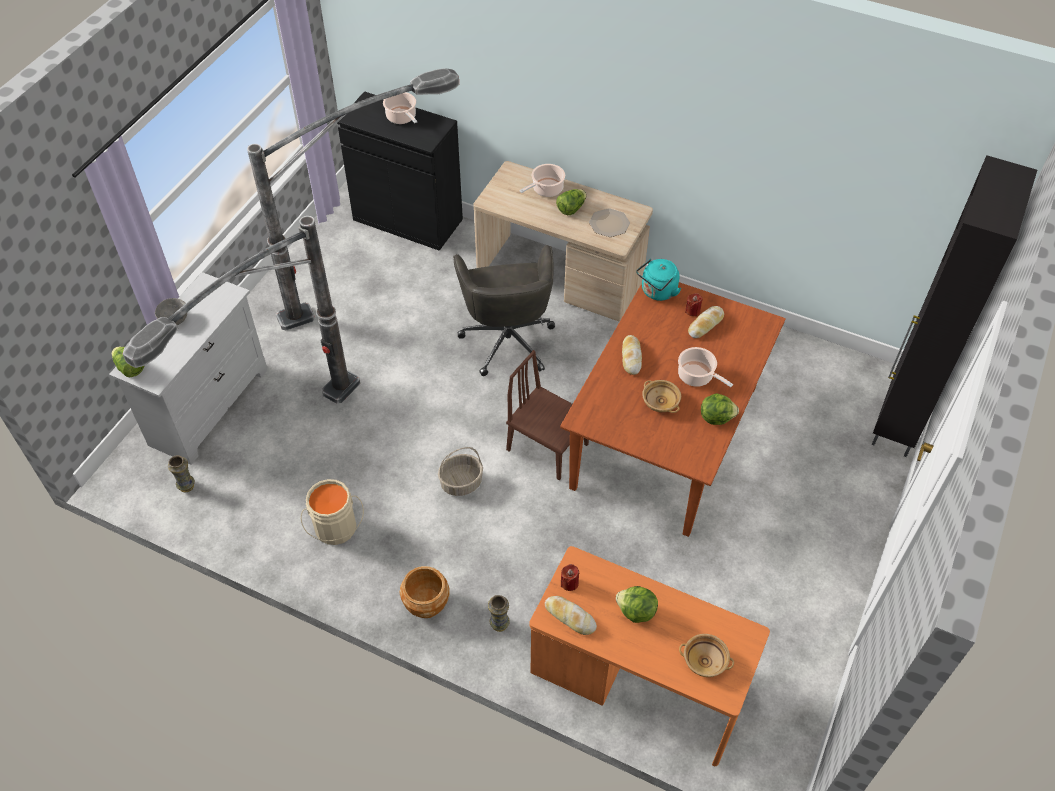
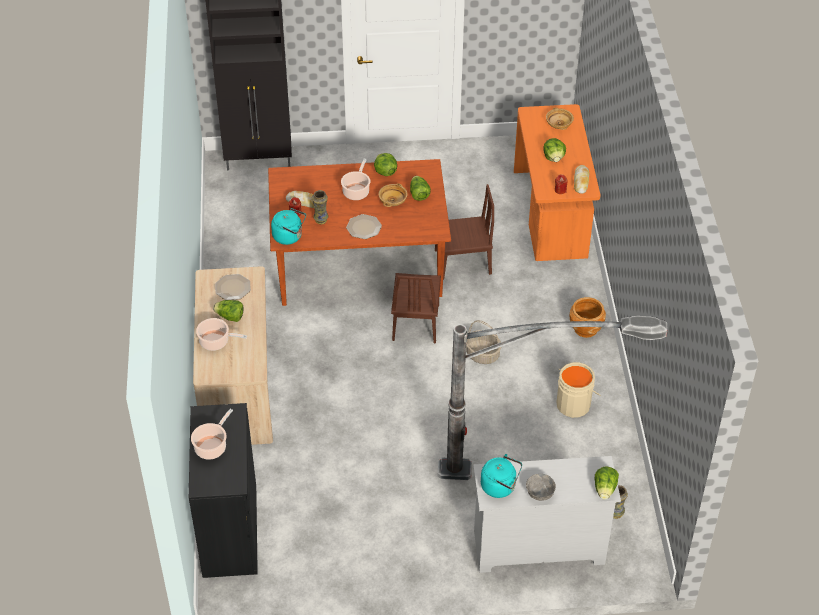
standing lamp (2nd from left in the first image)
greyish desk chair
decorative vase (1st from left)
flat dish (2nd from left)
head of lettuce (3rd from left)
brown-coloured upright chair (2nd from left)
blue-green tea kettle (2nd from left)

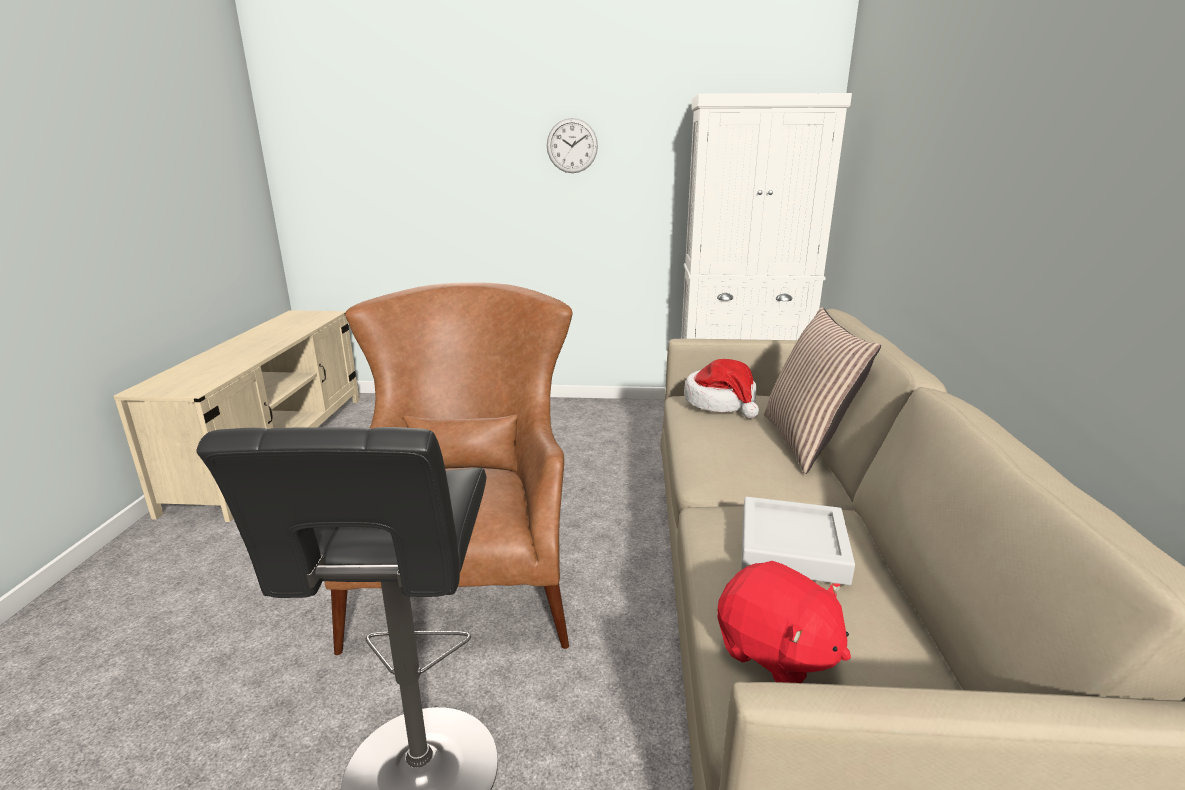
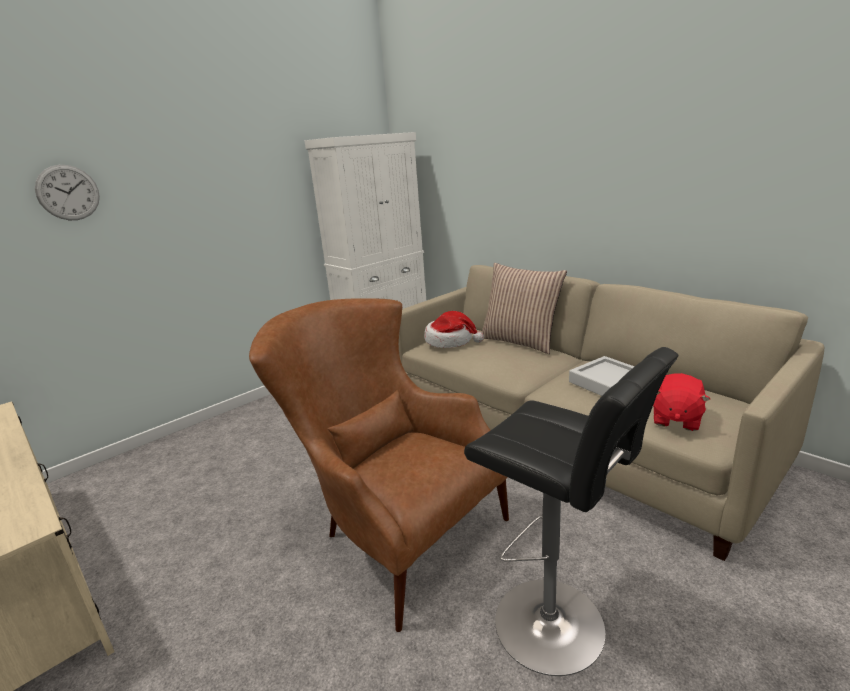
hanging clock
red-coloured plush toy

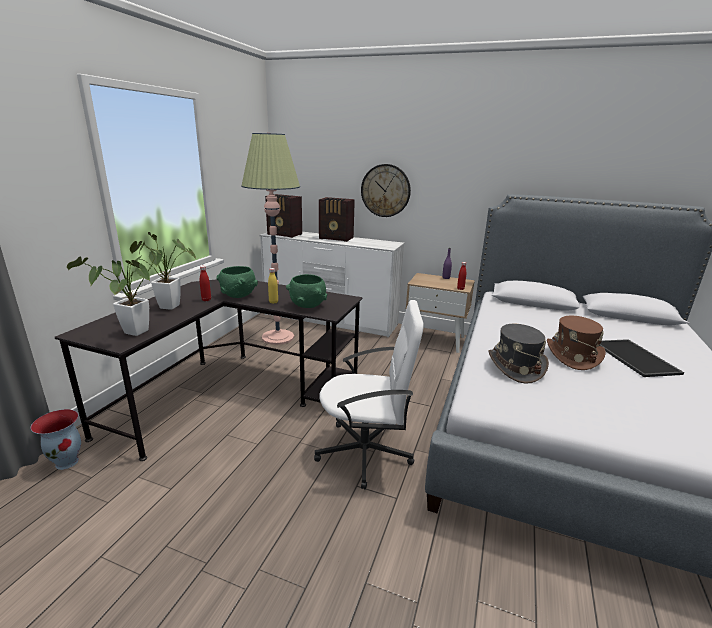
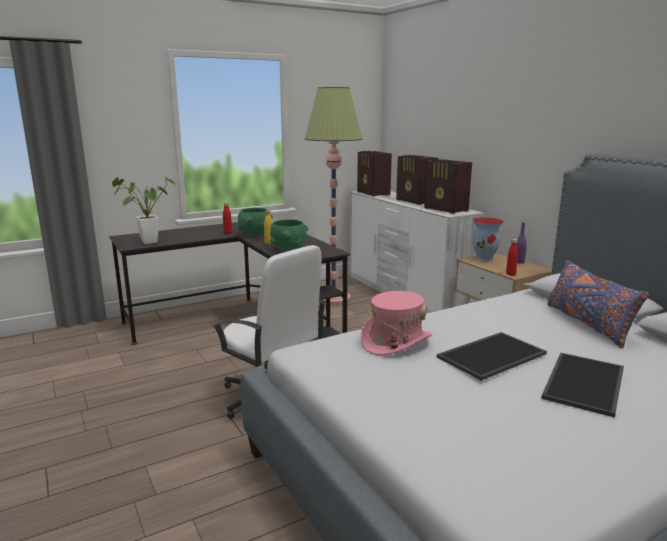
decorative vase
plant in a pot (2nd from left in the first image)
hanging clock
pink hat
serving tray (1st from left)
radio (3rd from left)
bluish throw pillow

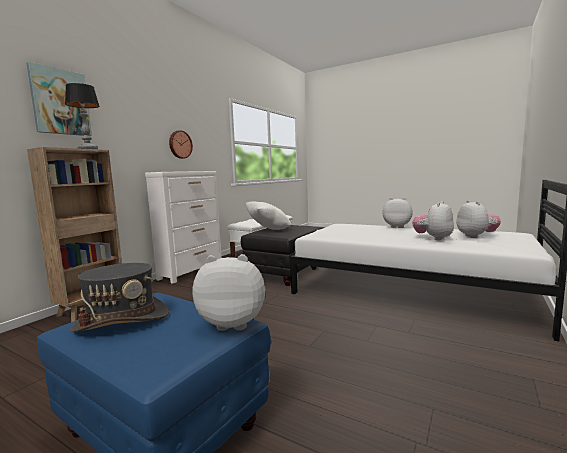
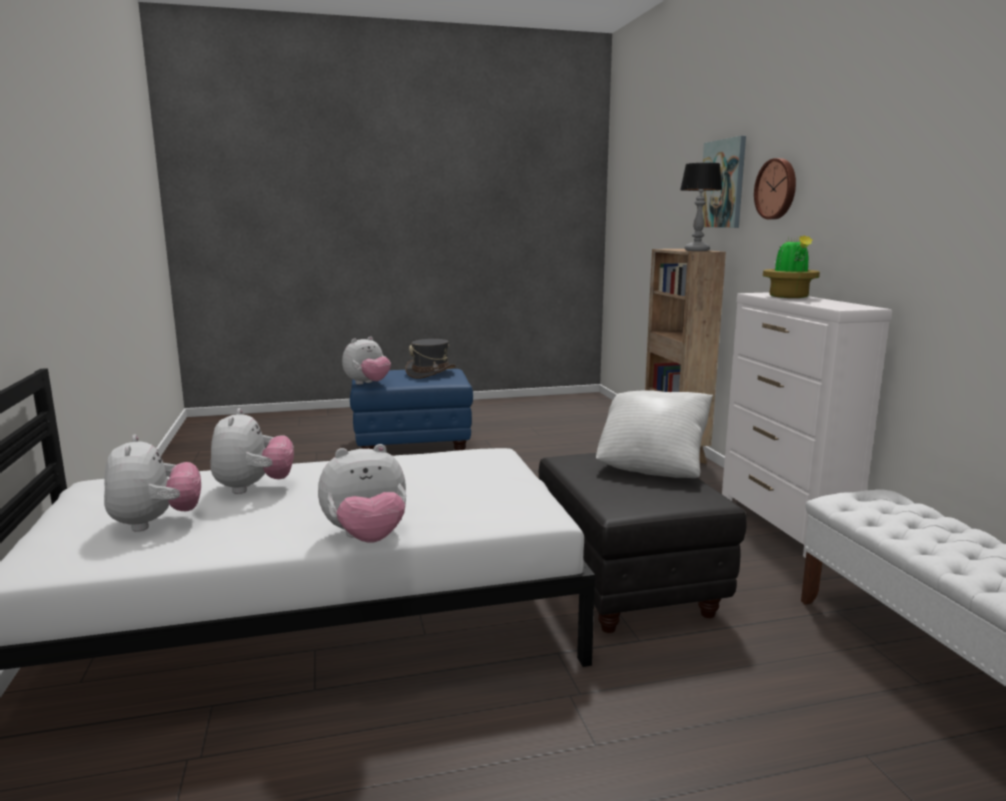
hanging clock
plush toy (1st from left)
plant in a pot

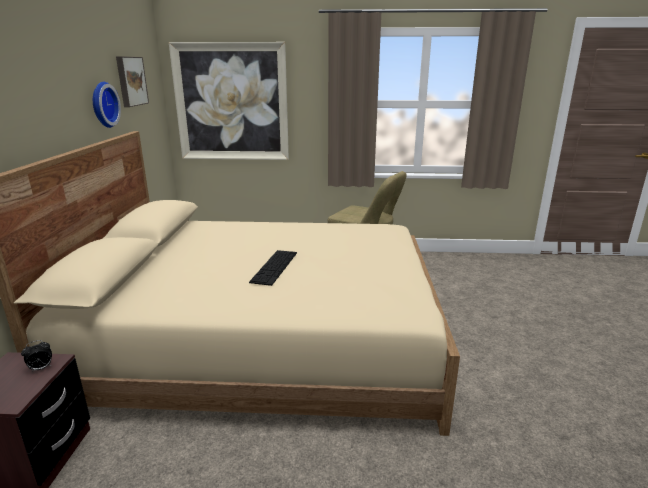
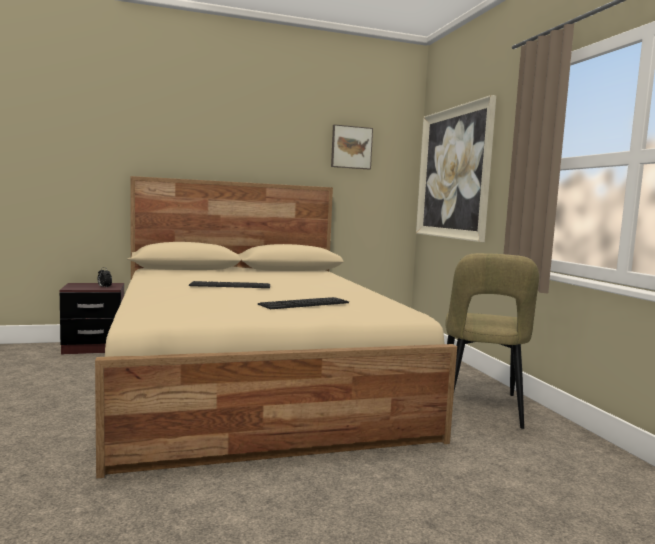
hanging clock
PC keyboard (2nd from left)

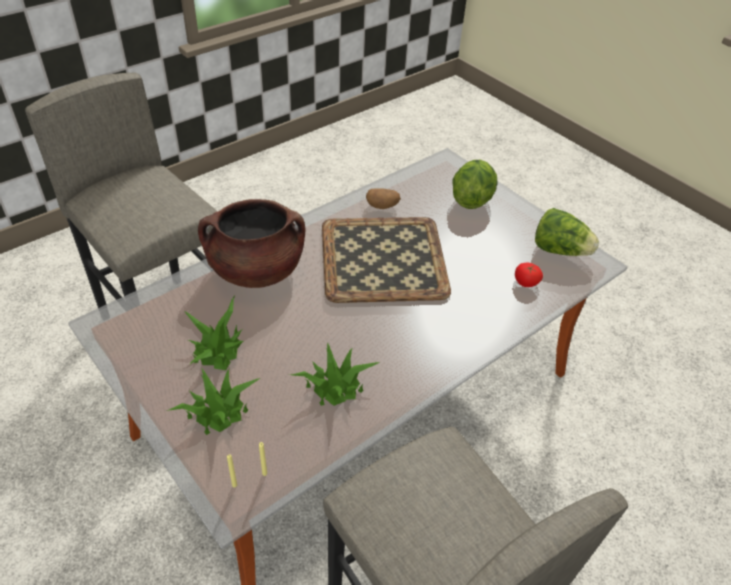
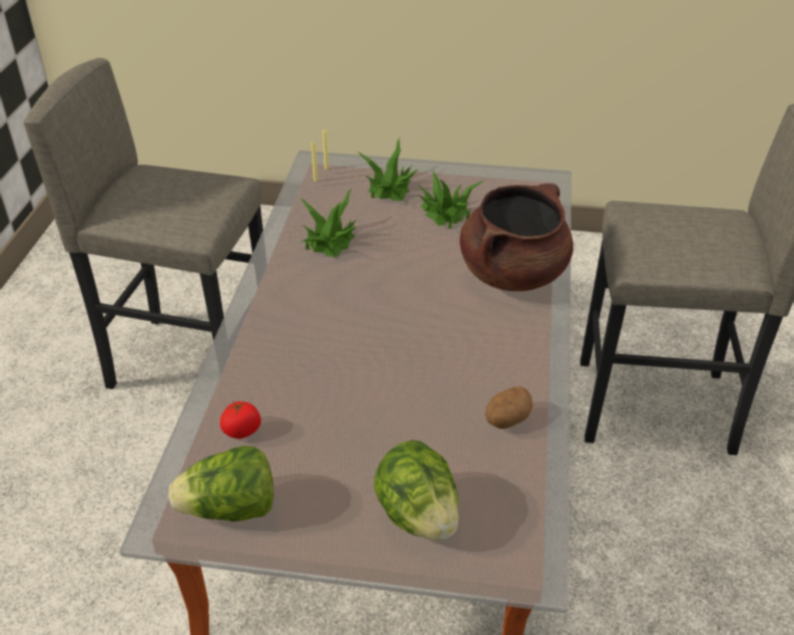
serving tray

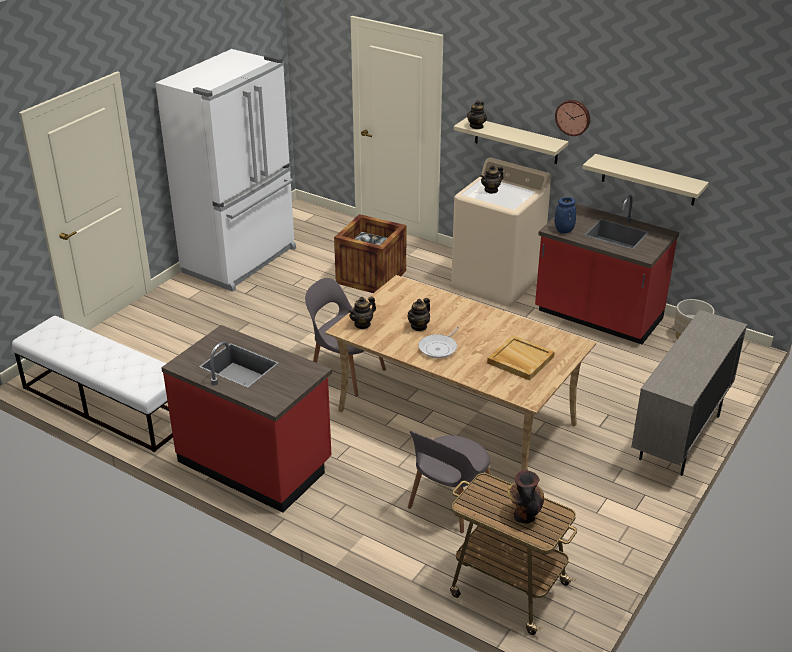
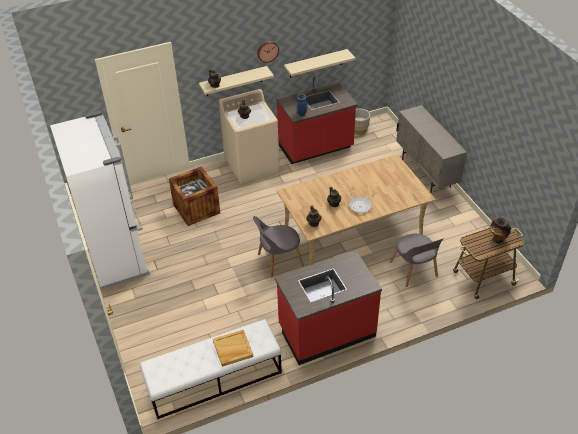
sand-coloured serving tray

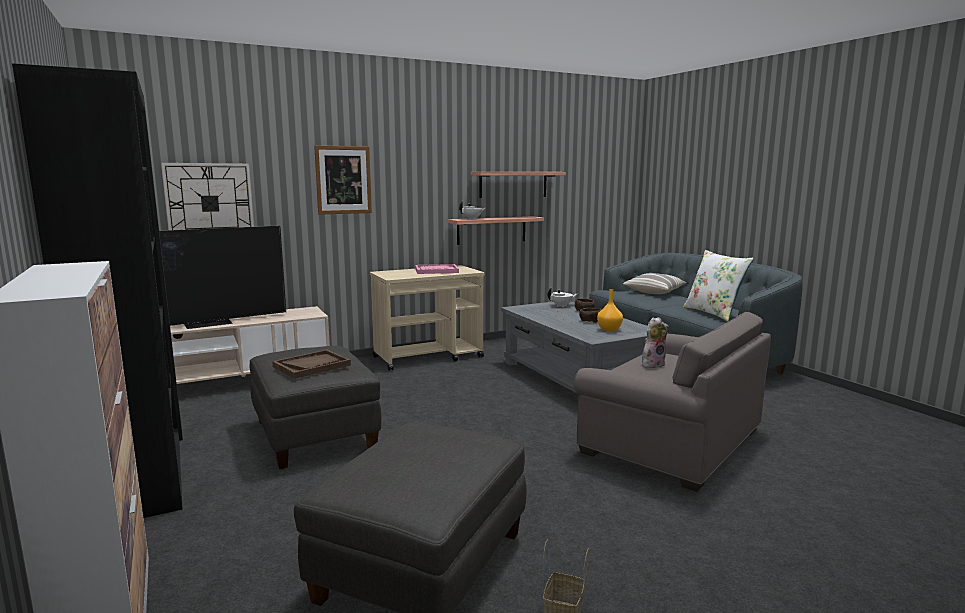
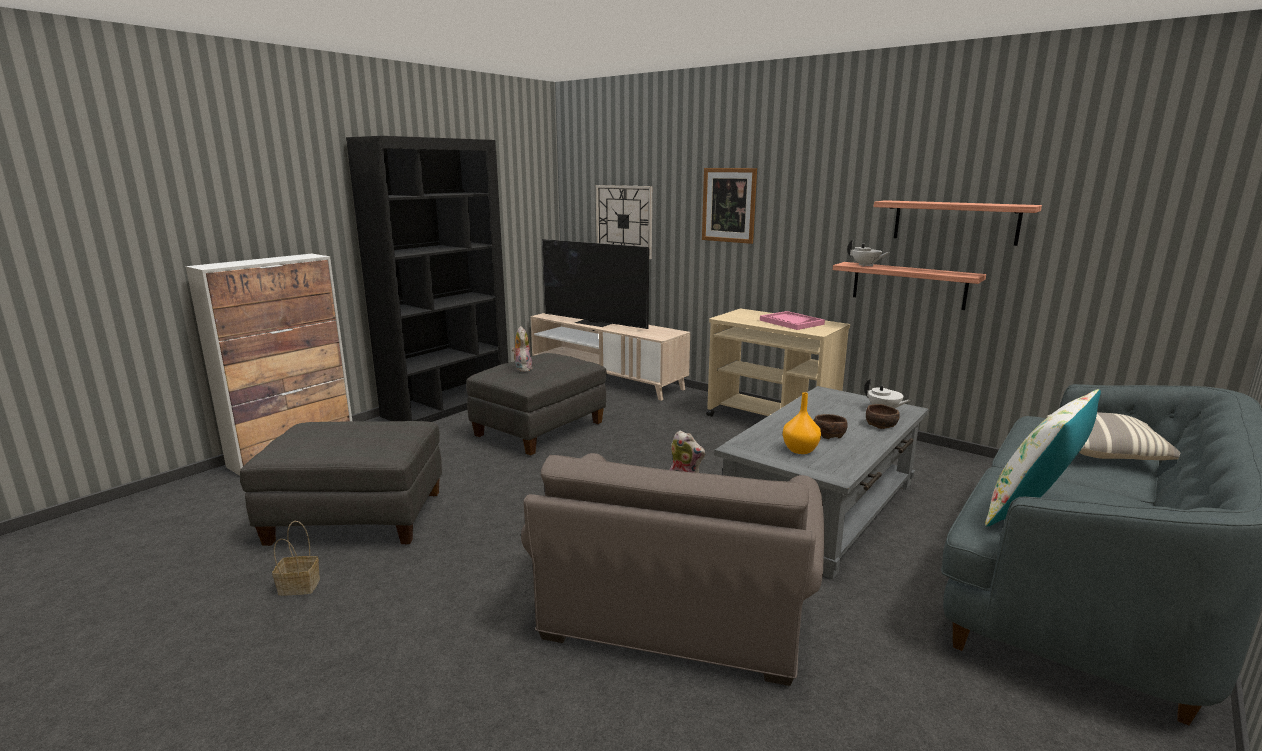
plush toy (1st from left)

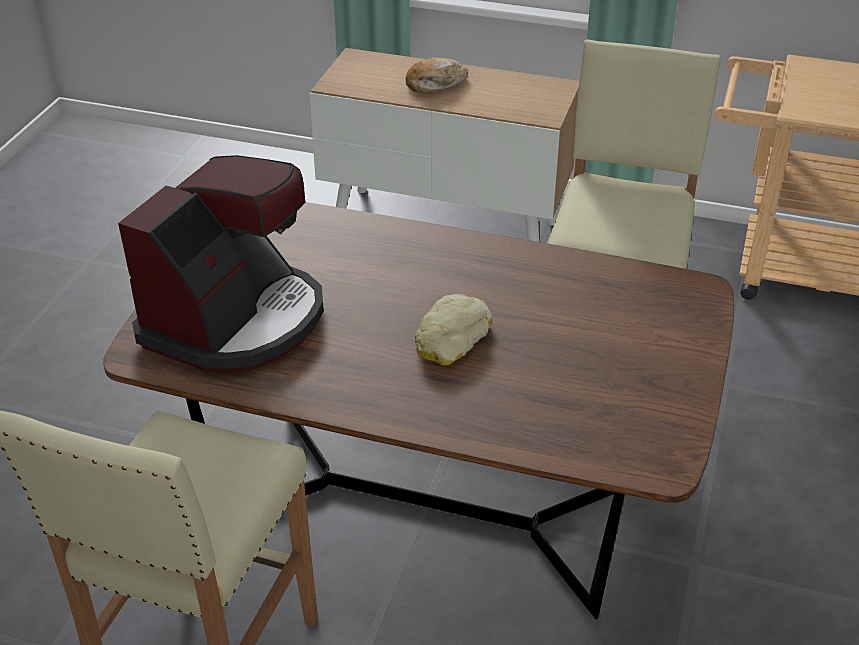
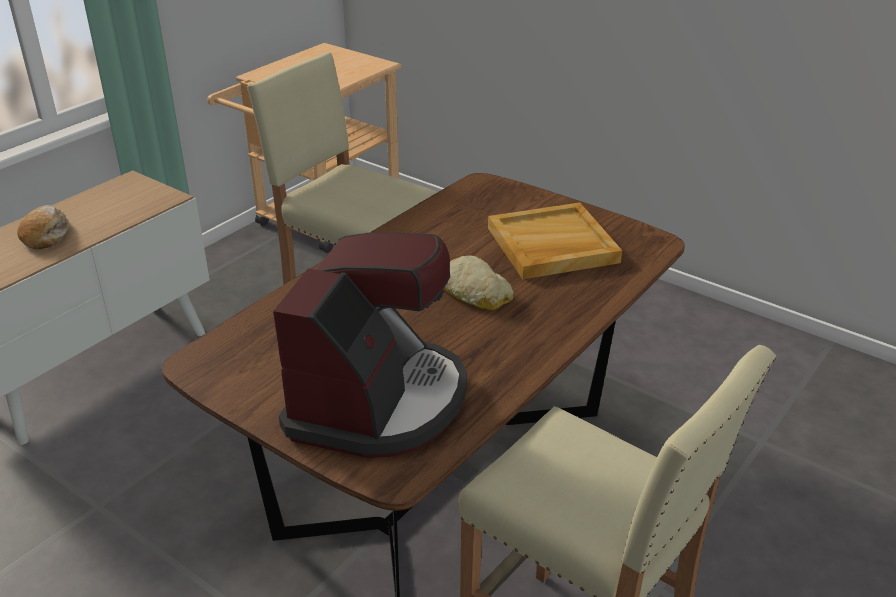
coffee brewer
sand-coloured serving tray

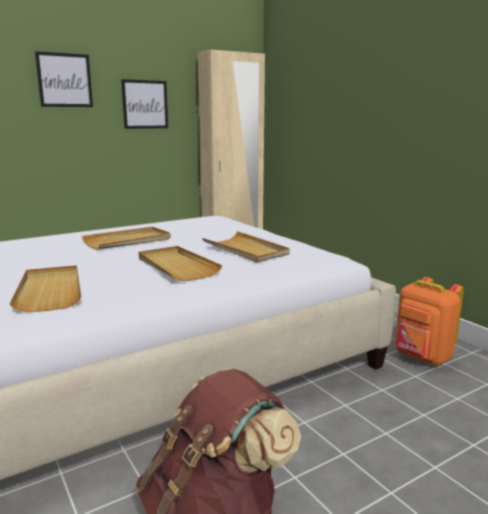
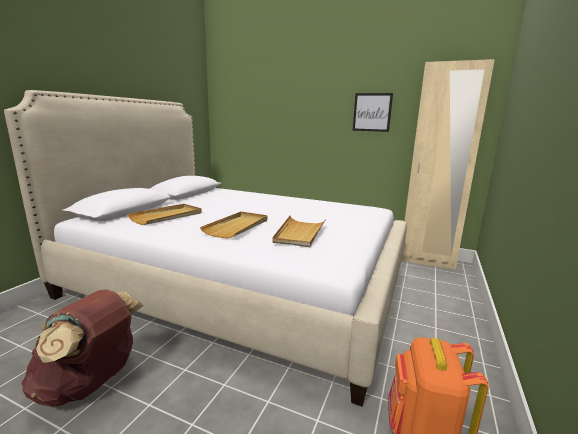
wall art (1st from left in the first image)
sand-coloured serving tray (2nd from left in the first image)

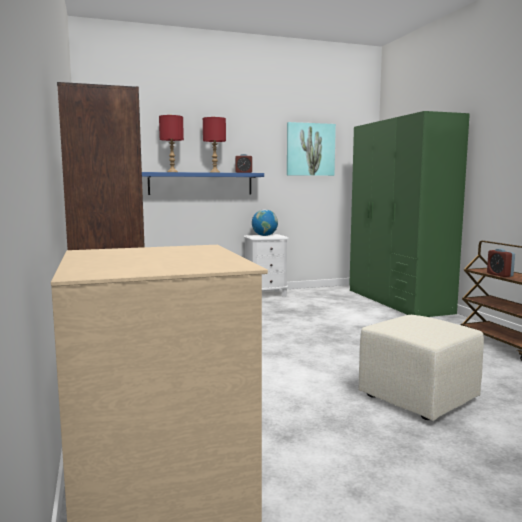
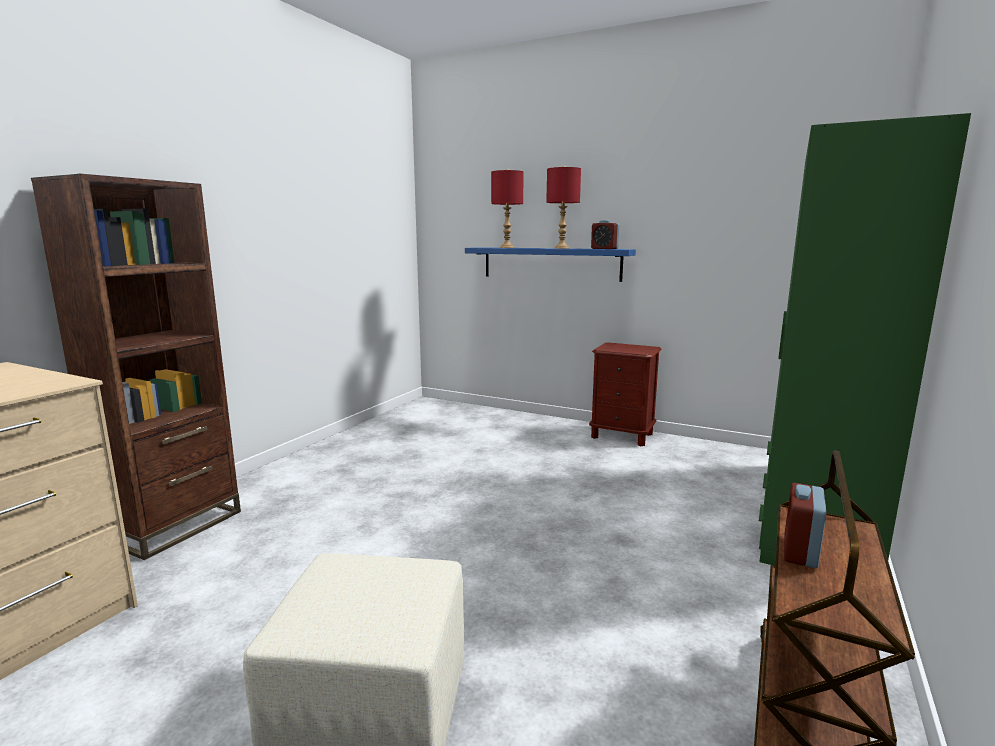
brown-coloured bedside table
globe
wall art

